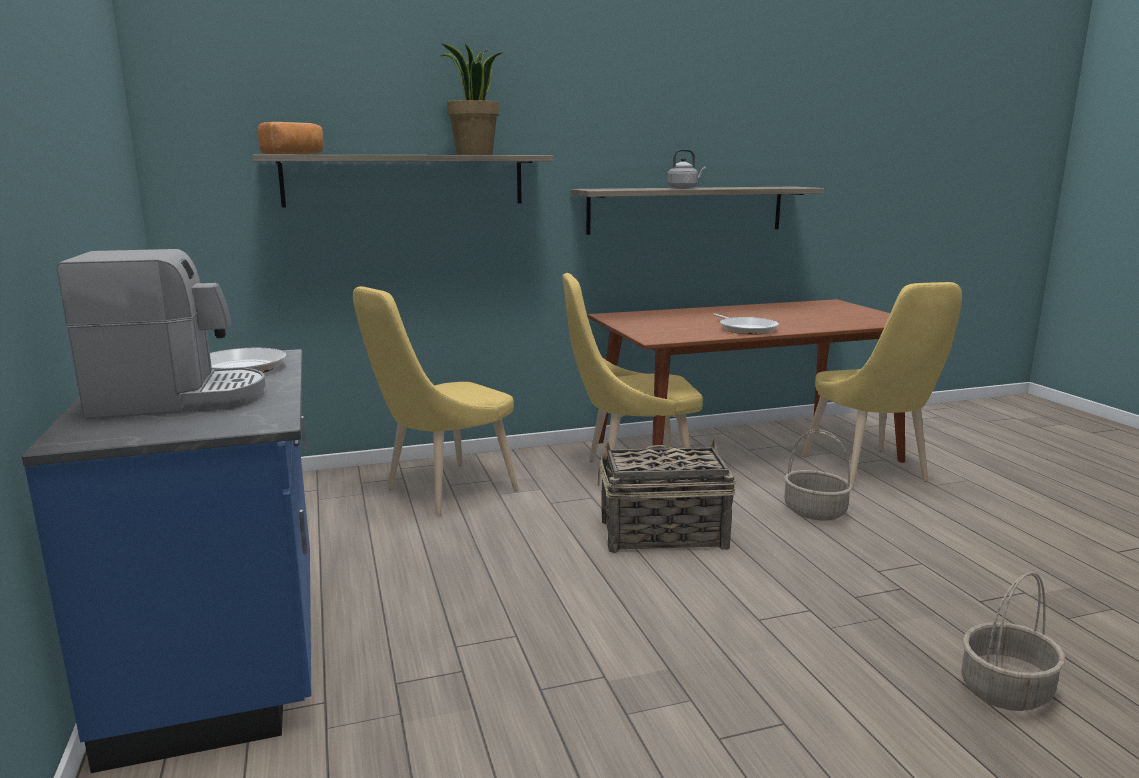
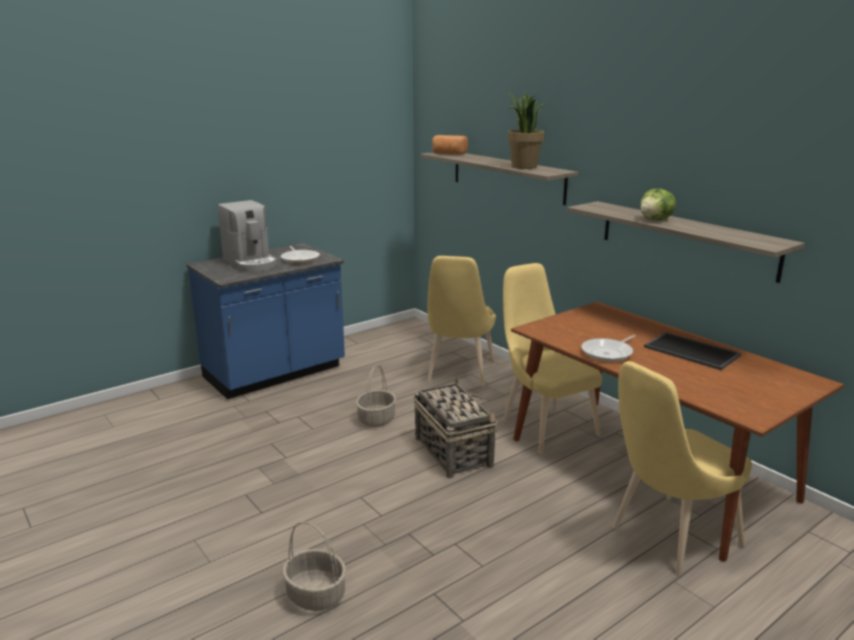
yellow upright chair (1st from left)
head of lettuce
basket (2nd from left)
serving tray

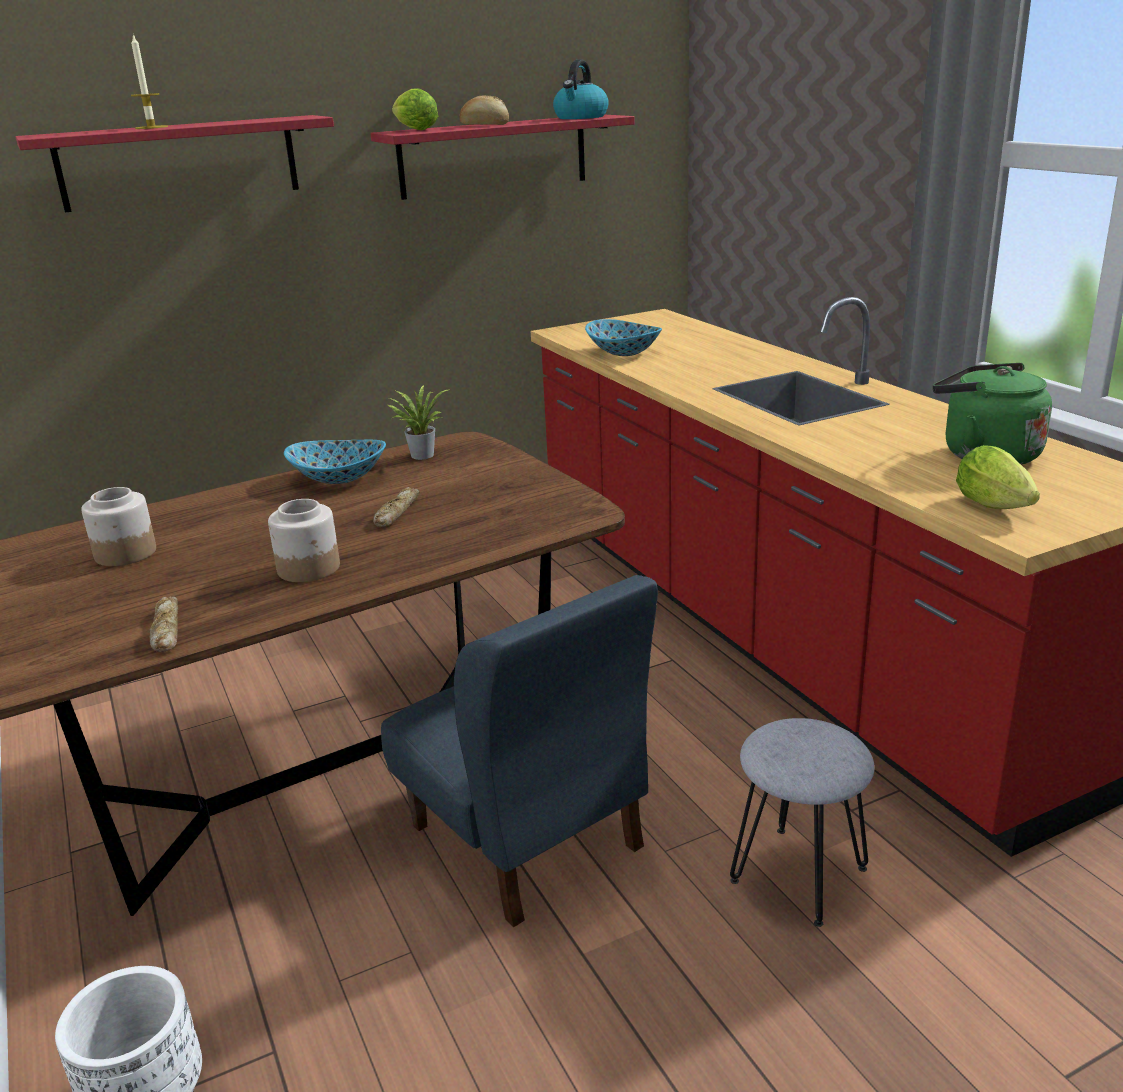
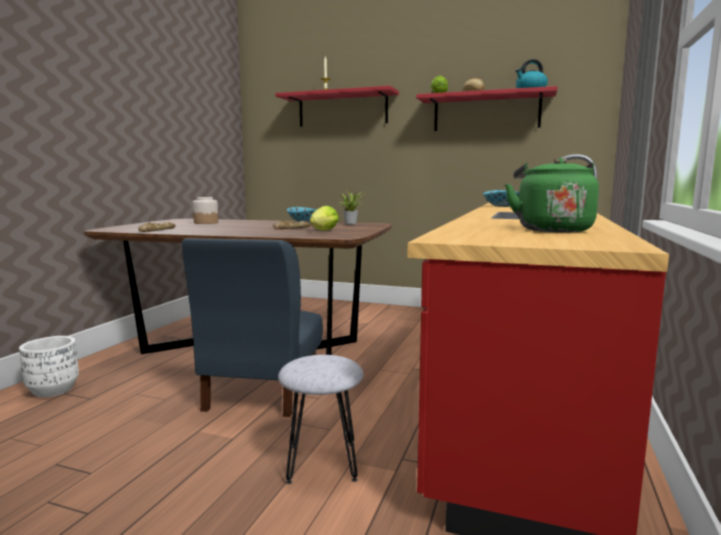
jar (2nd from left in the first image)
head of lettuce (1st from left)

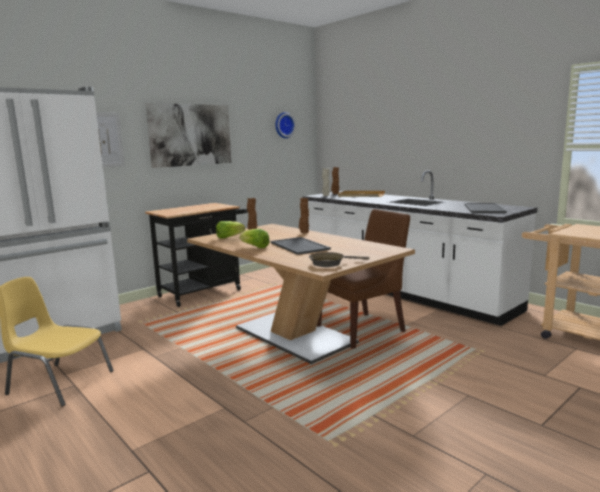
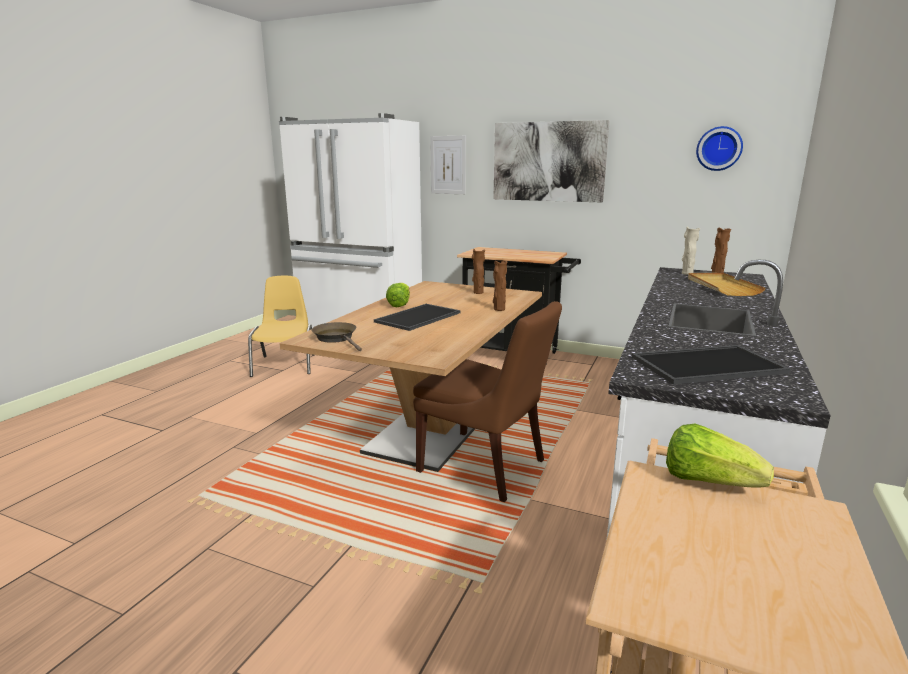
head of lettuce (2nd from left)

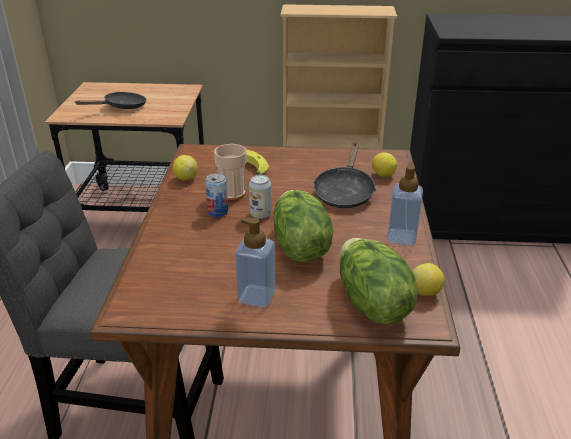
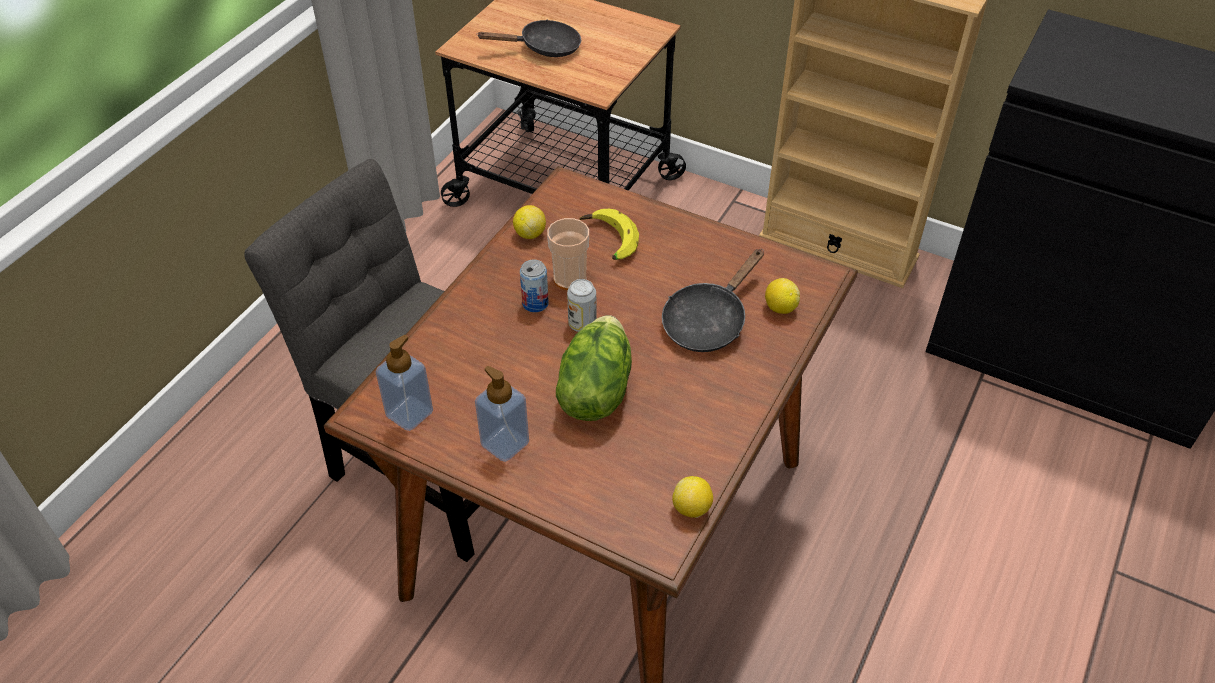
head of lettuce (2nd from left in the first image)
liquid soap bottle (1st from left)

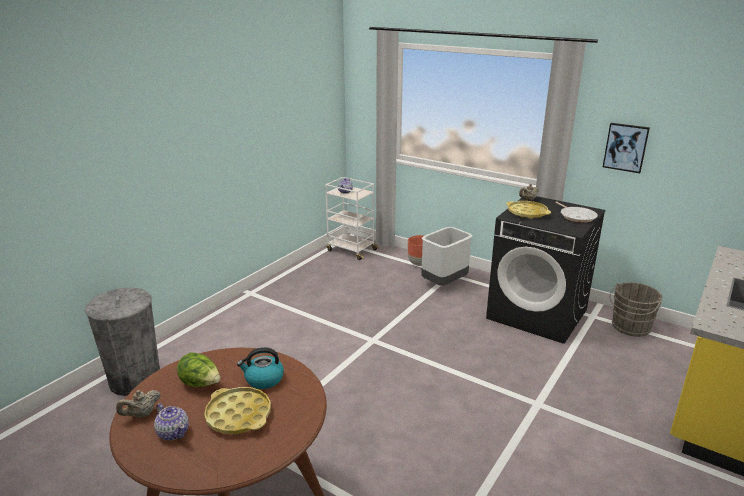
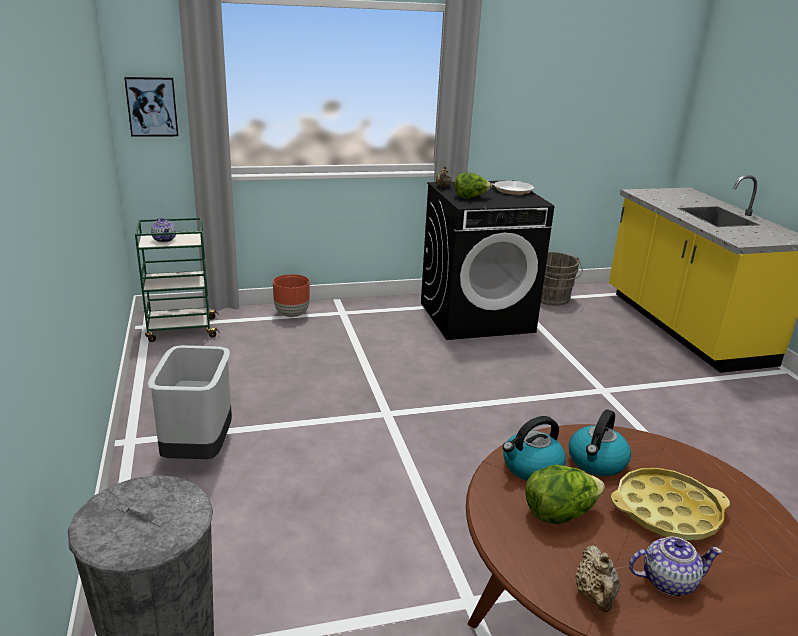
green-coloured trolley
greyish trash can (2nd from left)
head of lettuce (1st from left)
wall art
tea kettle (1st from left)

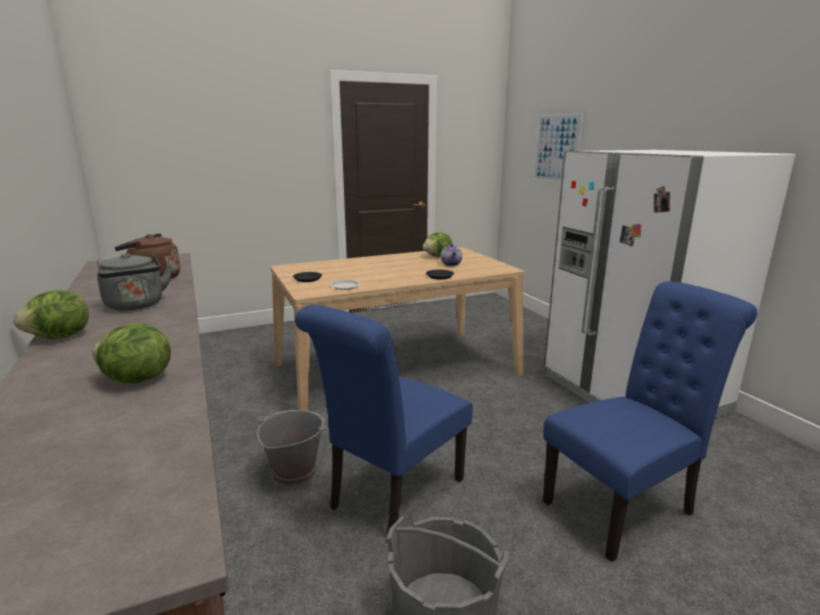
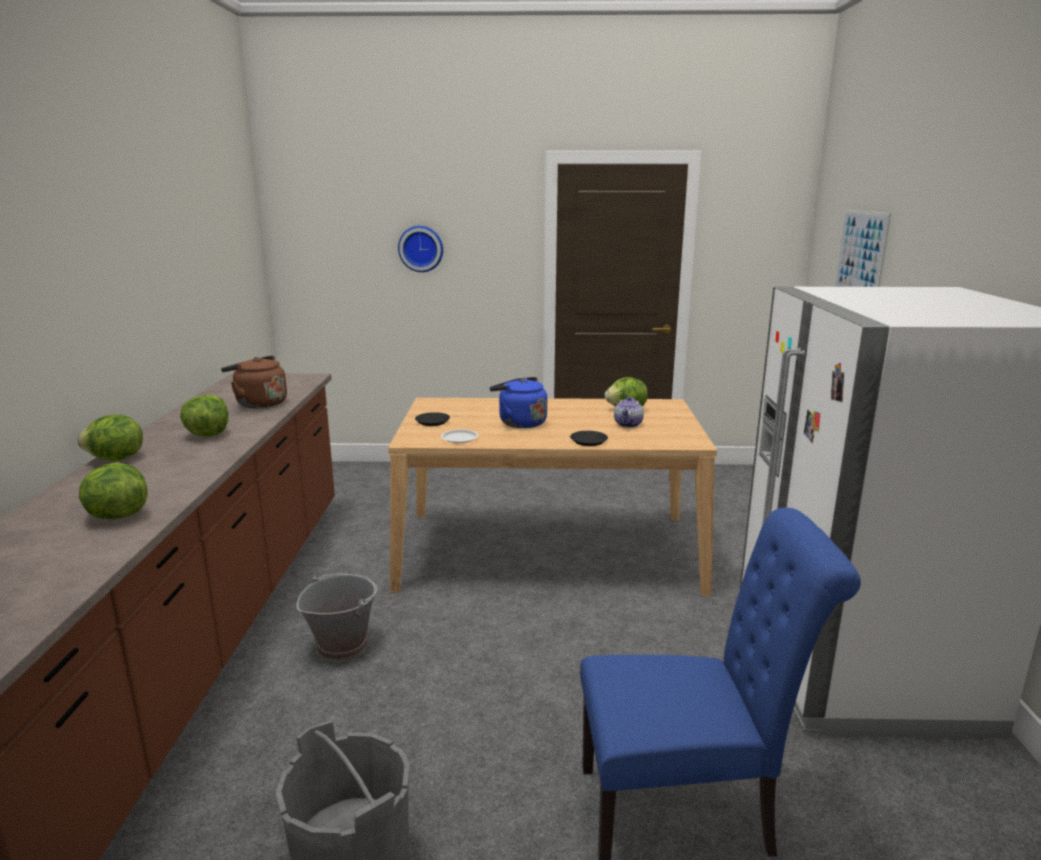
head of lettuce (3rd from left)
bluish upright chair (1st from left in the first image)
hanging clock
bluish tea kettle

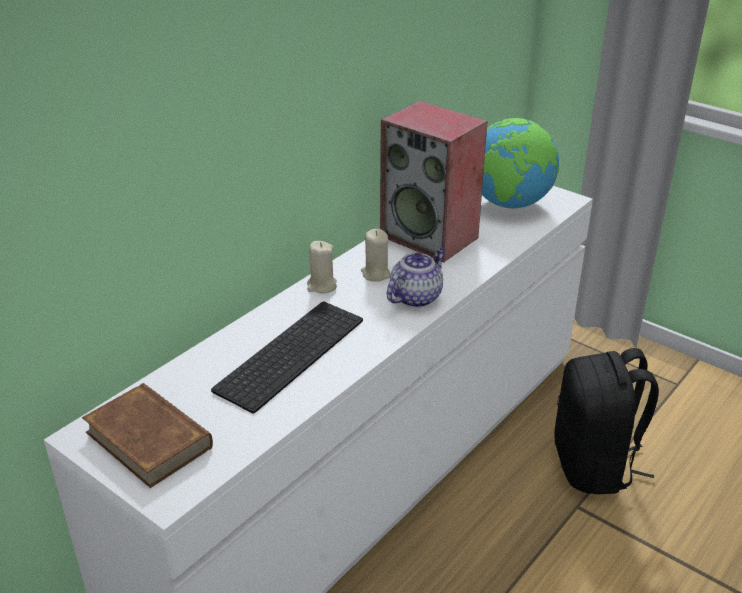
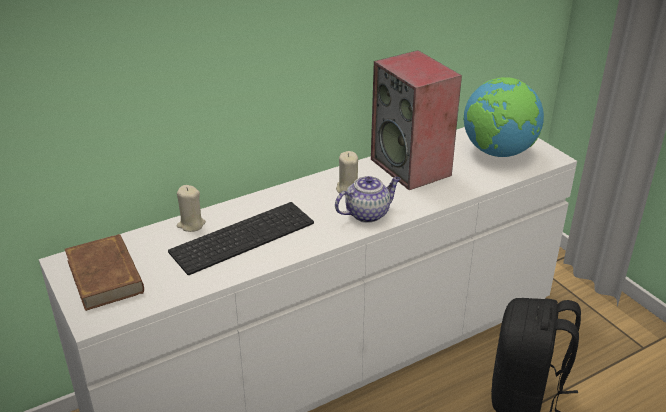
sand-coloured wax light (1st from left)

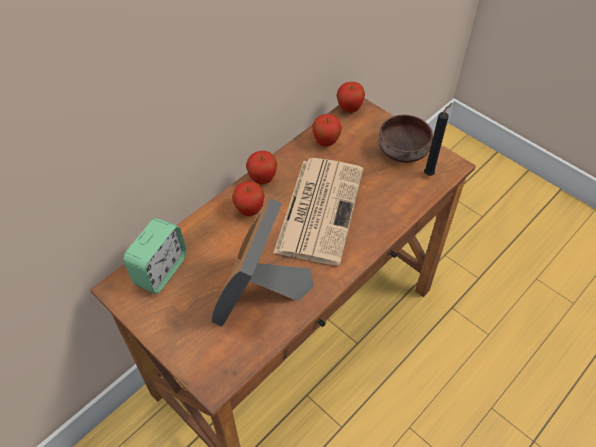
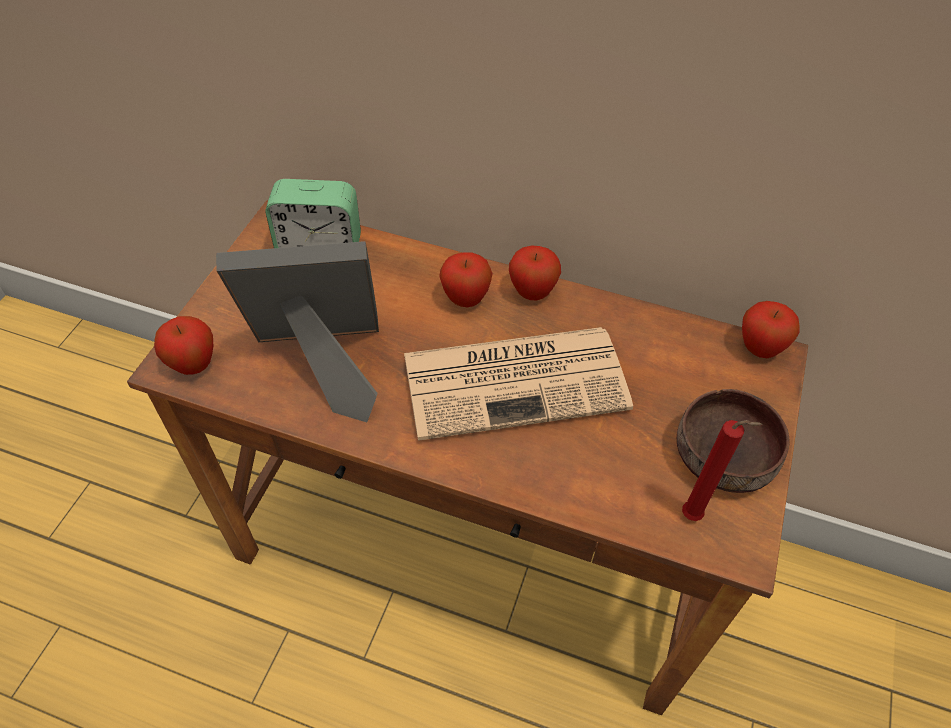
apple (1st from left)
red-coloured wax light

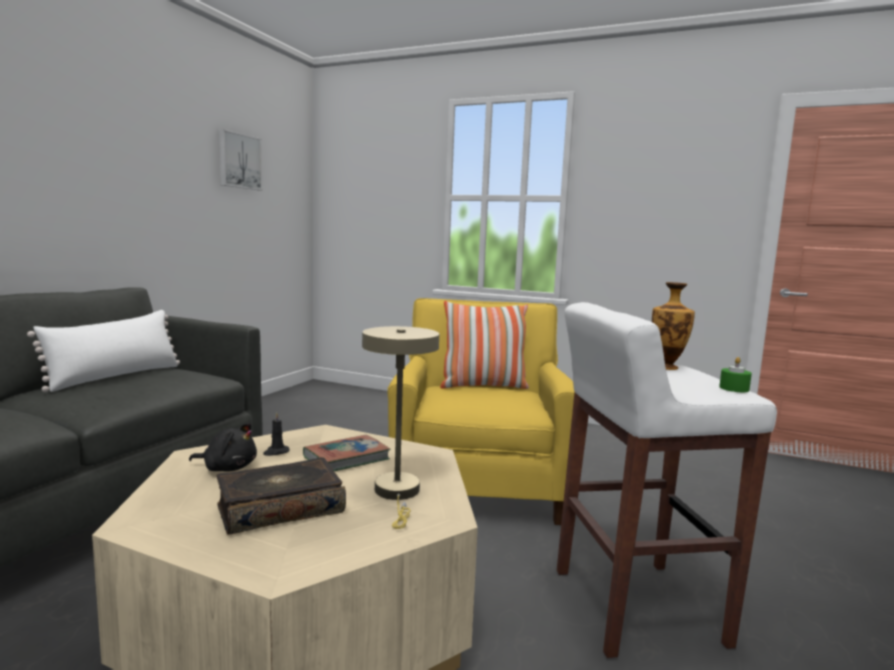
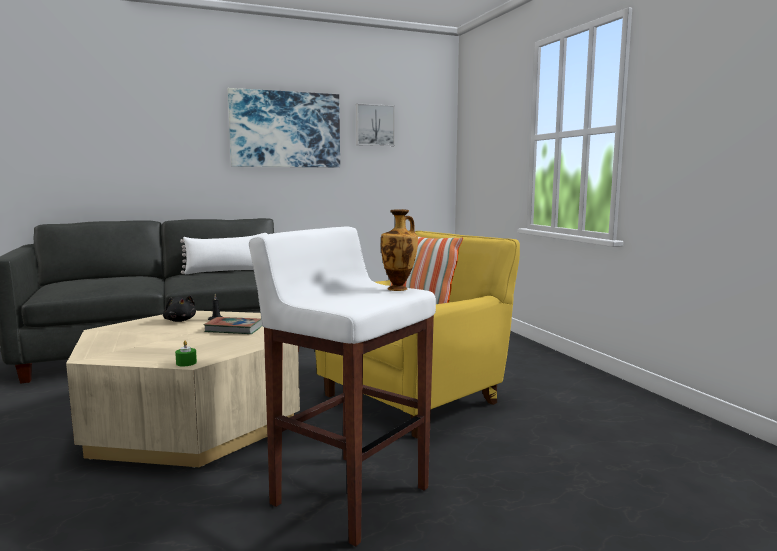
bound book (1st from left in the first image)
sand-coloured lamp for a table
green-coloured wax light
wall art (1st from left)

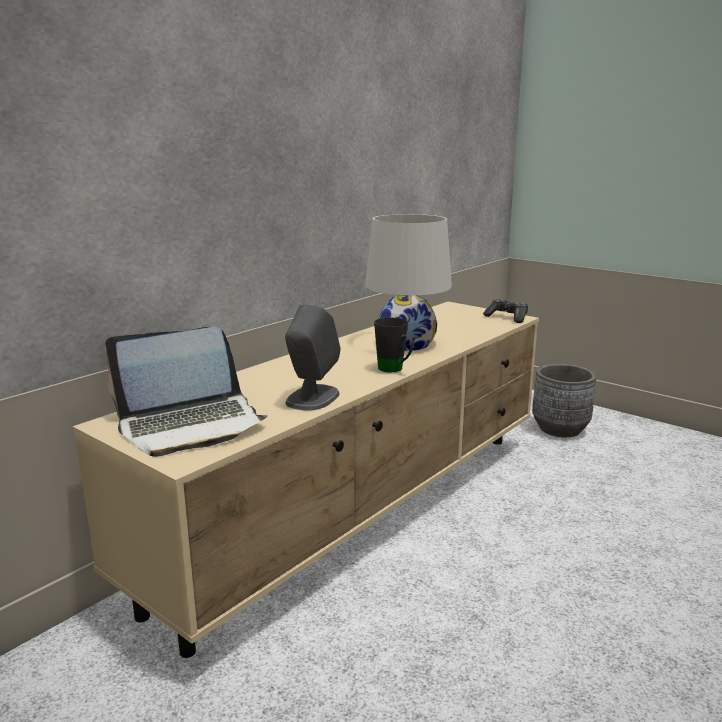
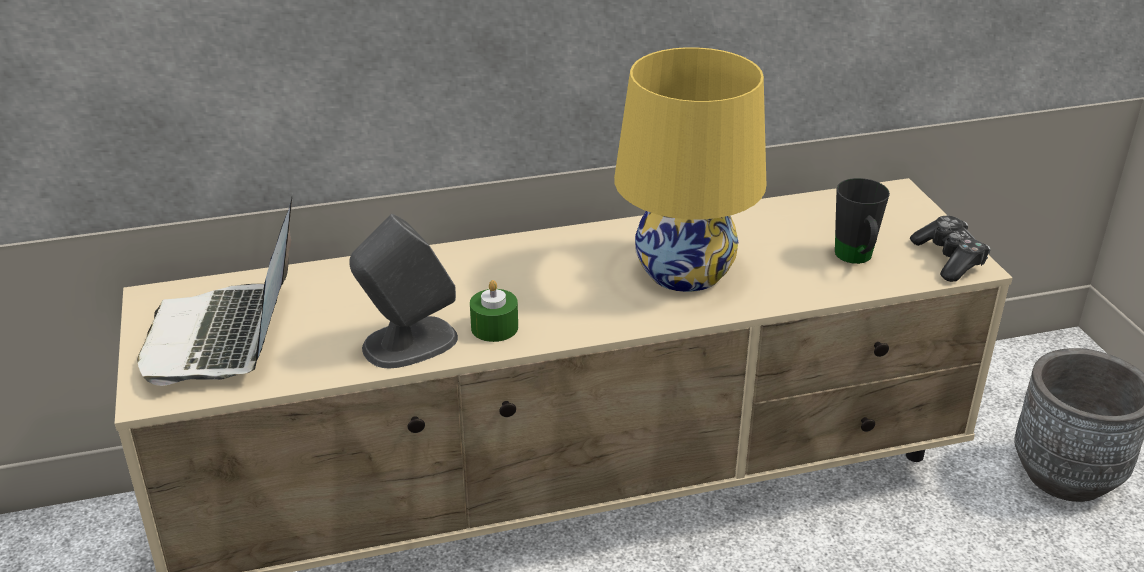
notebook computer
yellow lamp for a table
black-coloured mug
green-coloured wax light

